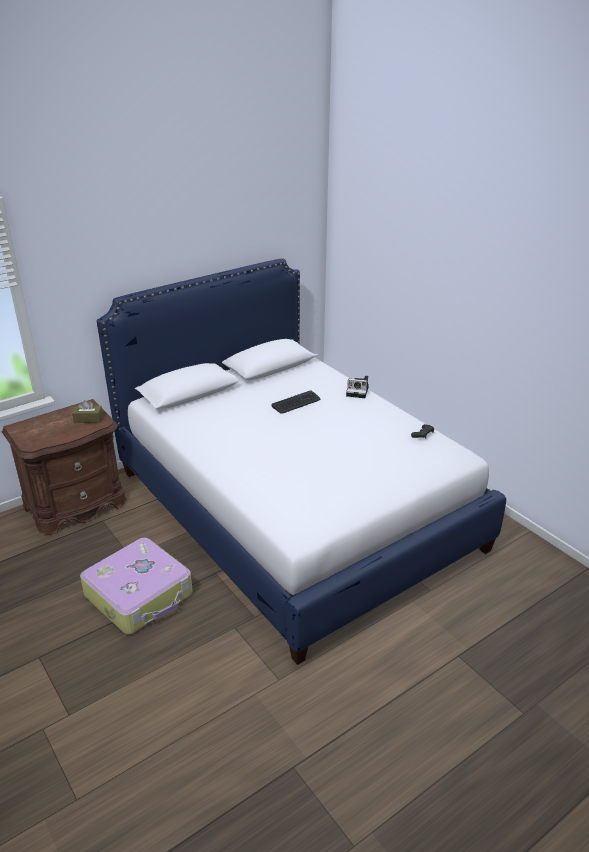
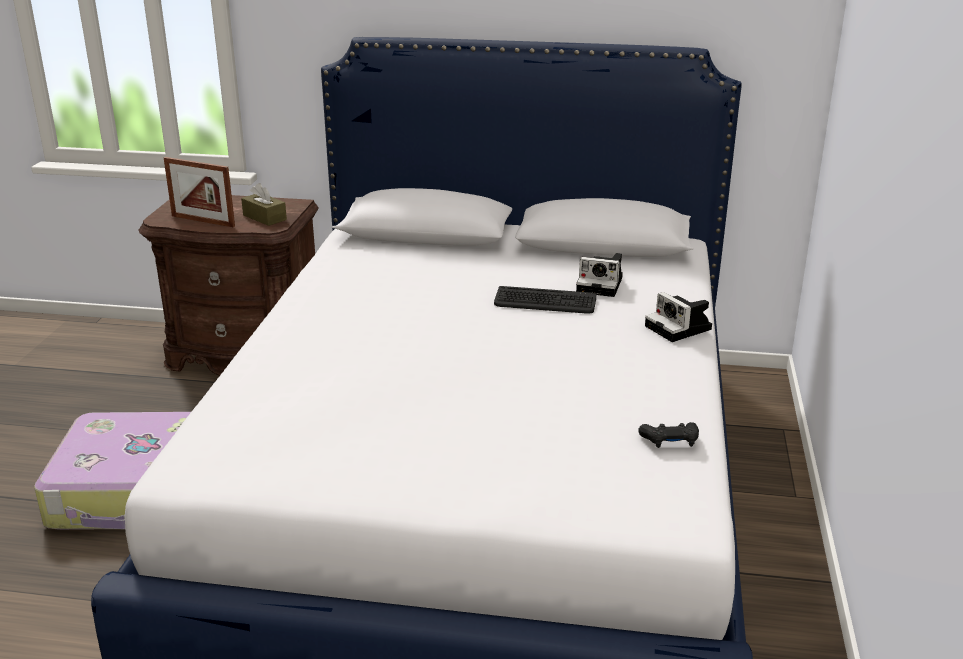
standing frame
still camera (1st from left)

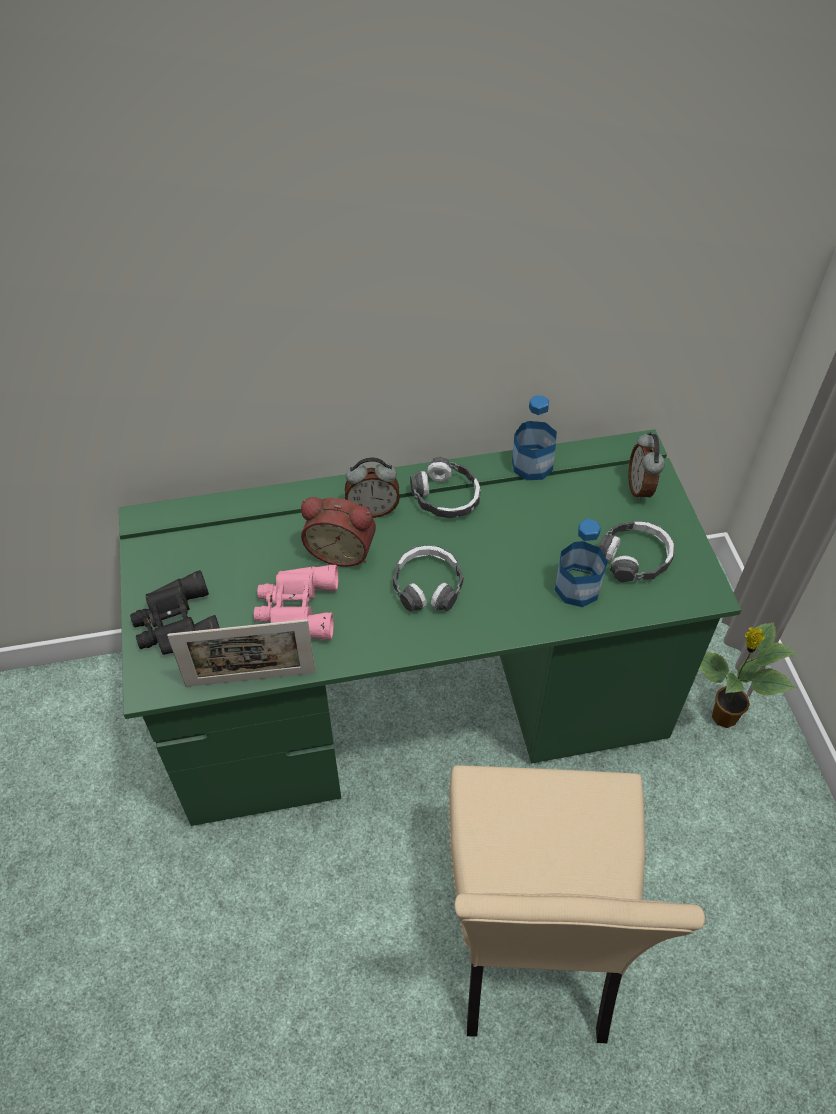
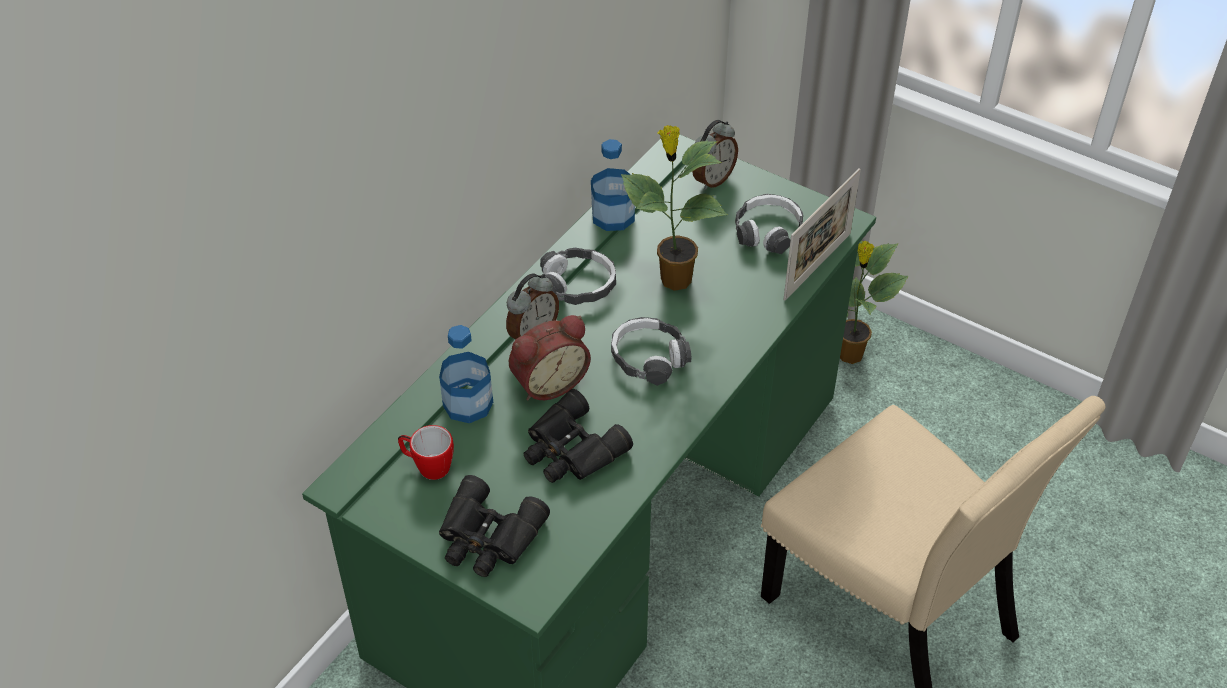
mug
beverage bottle (1st from left)
blackish binoculars (2nd from left)
potted plant (1st from left)
table clock (3rd from left)
standing frame

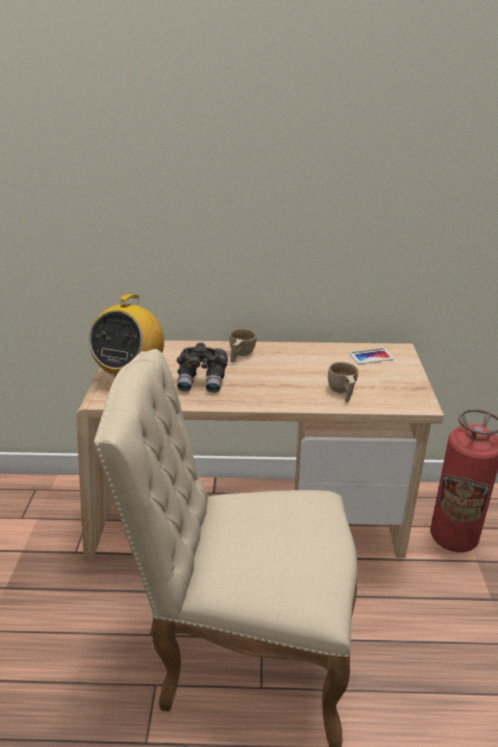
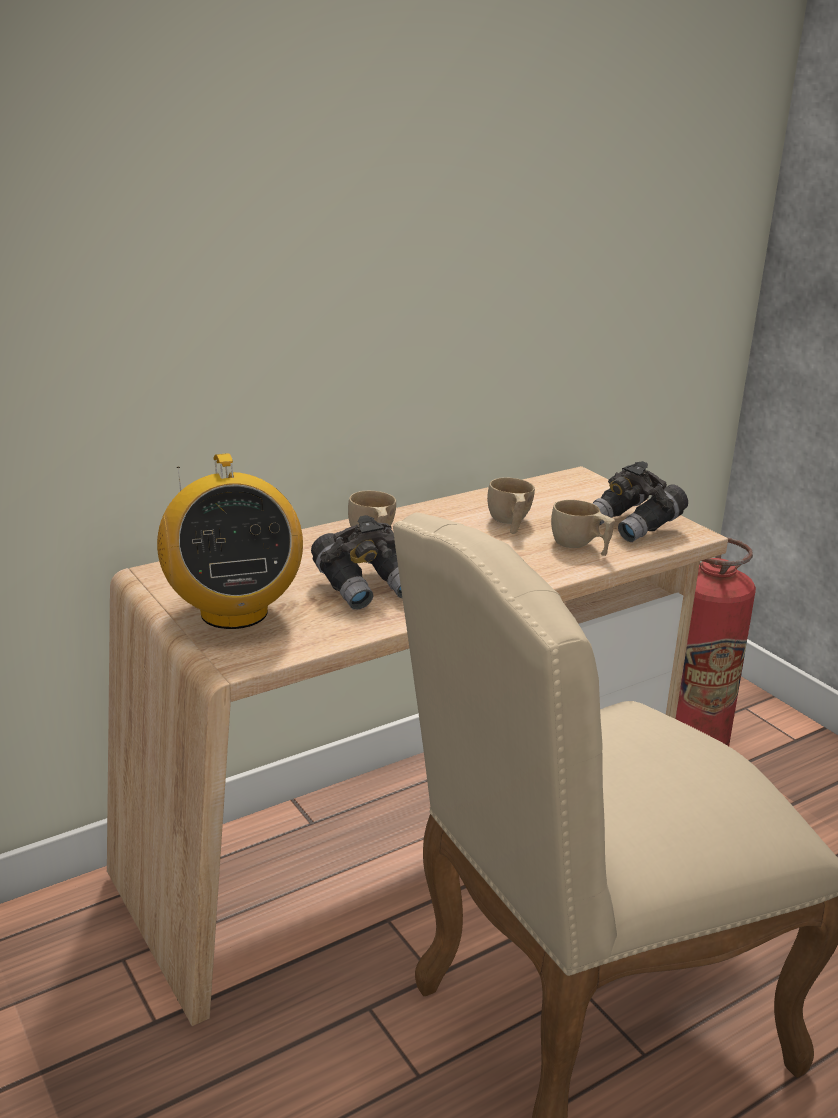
sand-coloured cup (2nd from left)
gray binoculars (2nd from left)
telephone

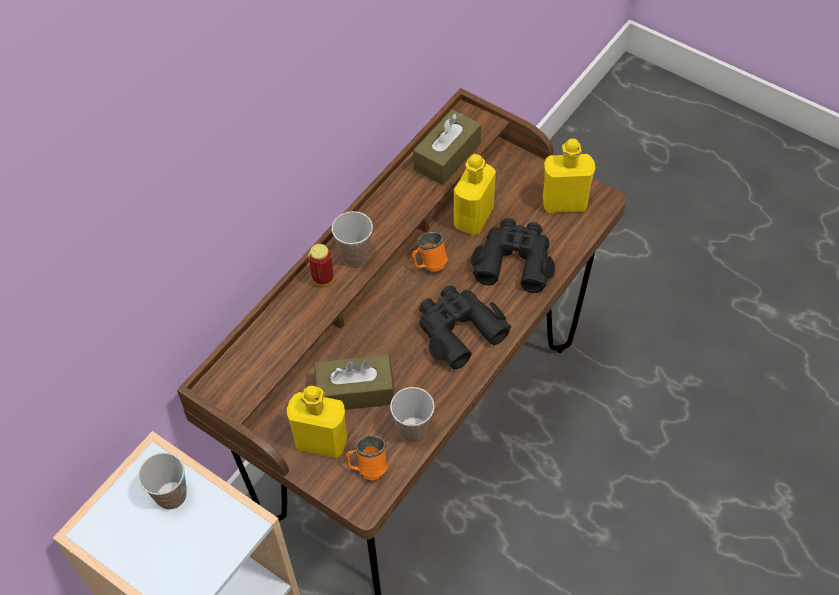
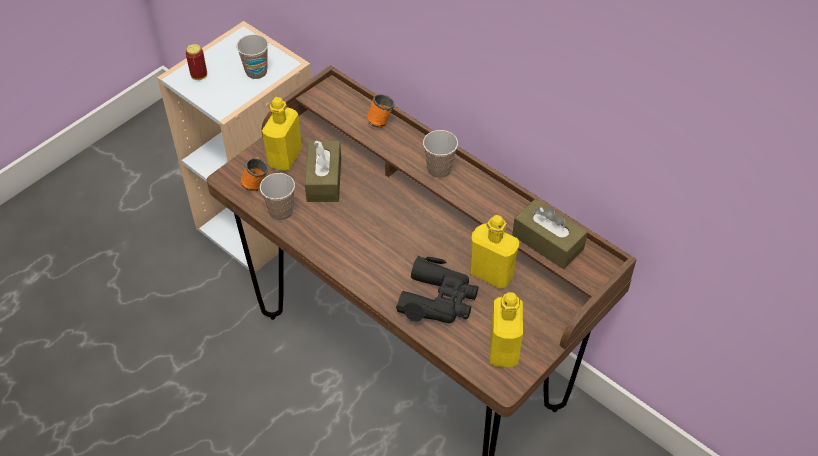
sealed can
orange mug (2nd from left)
blackish binoculars (1st from left in the first image)

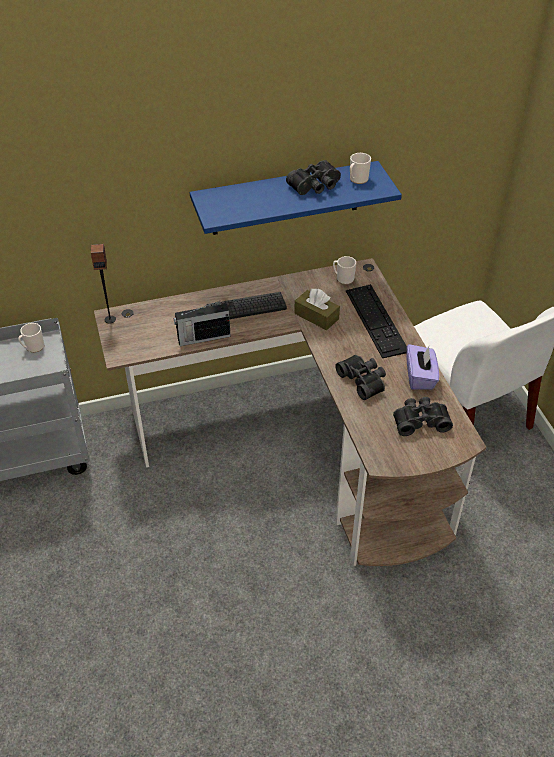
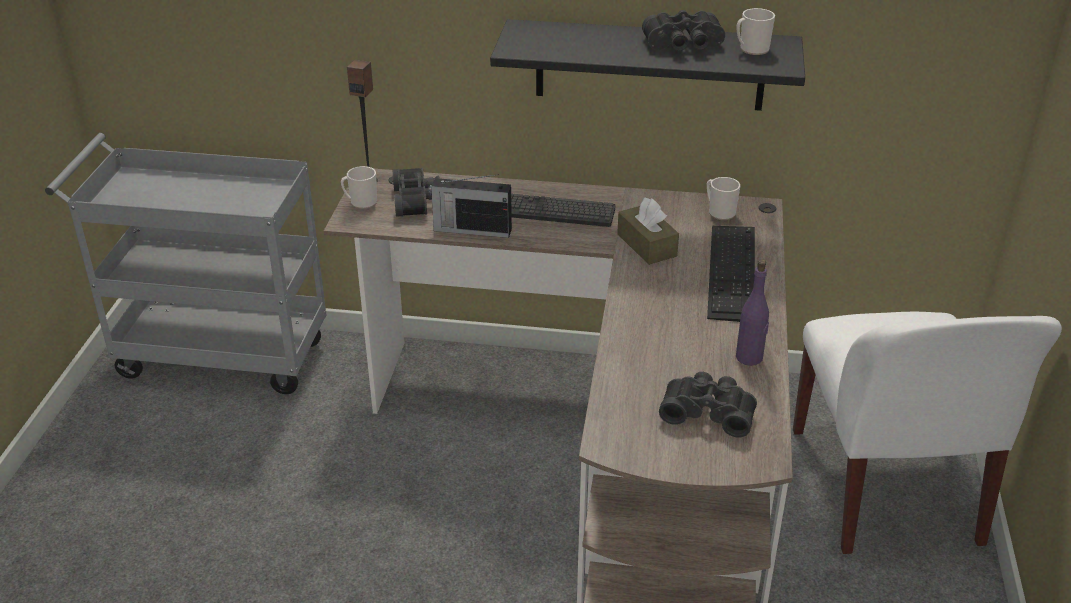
mug (1st from left)
blackish binoculars (1st from left)
blackish wall shelf
purplish beverage bottle

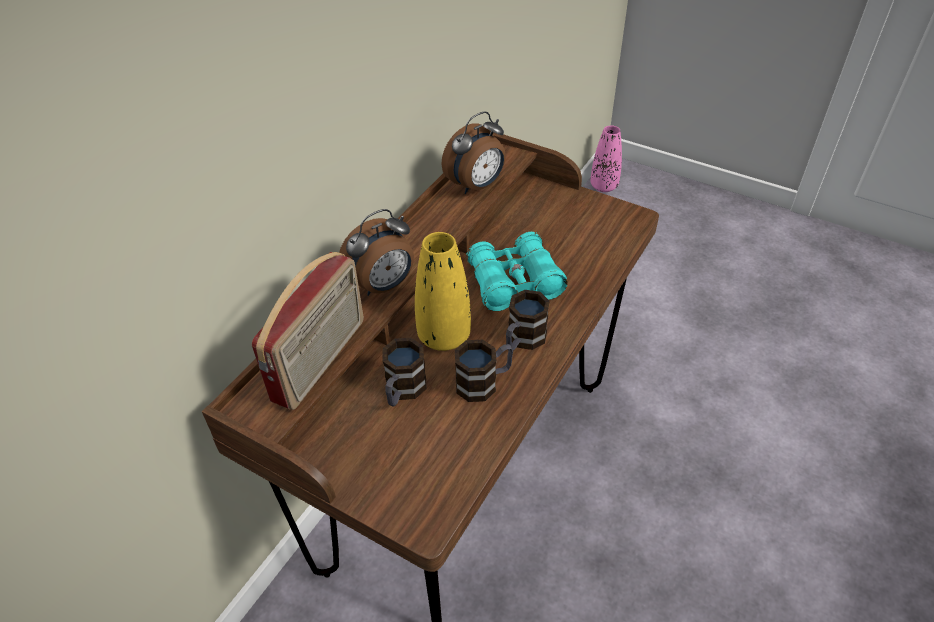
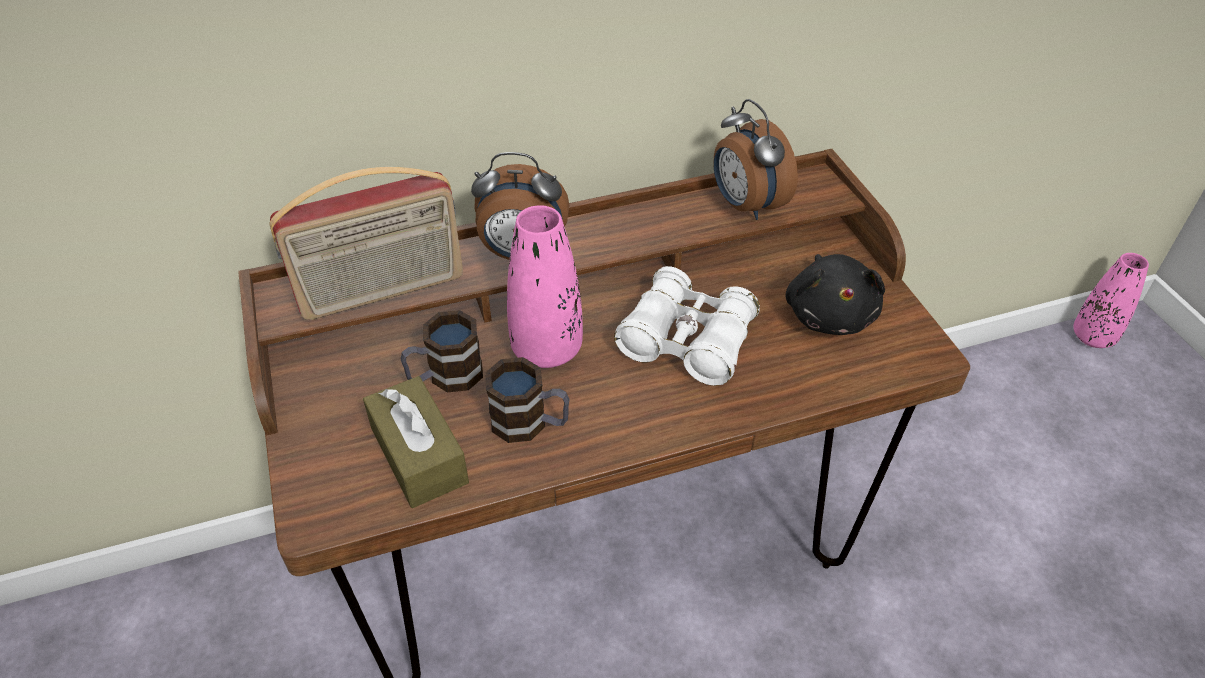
brownish box of tissues
pink-coloured decorative vase (1st from left)
white-coloured binoculars
table clock (2nd from left)
blackish cuddly toy
mug (3rd from left in the first image)

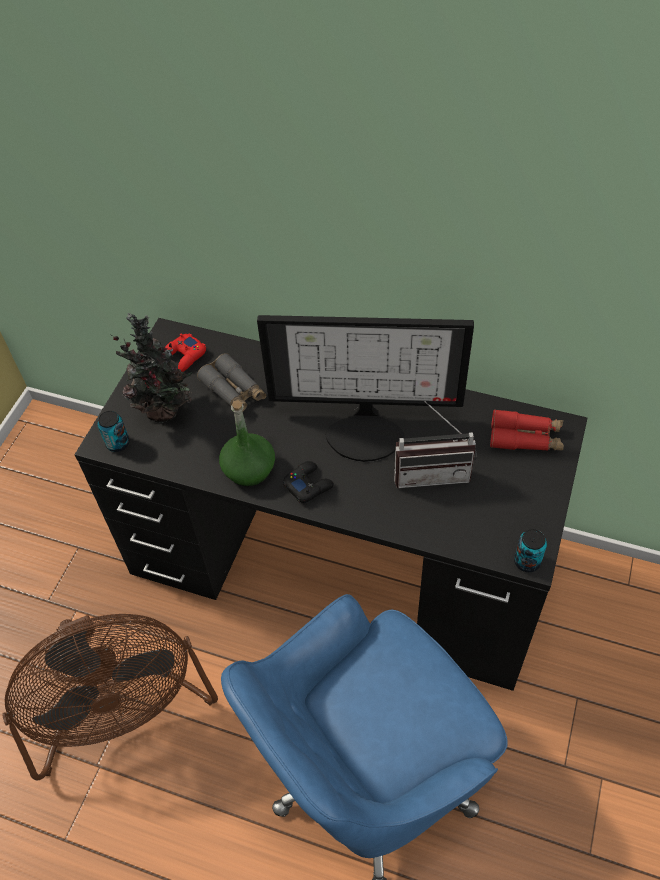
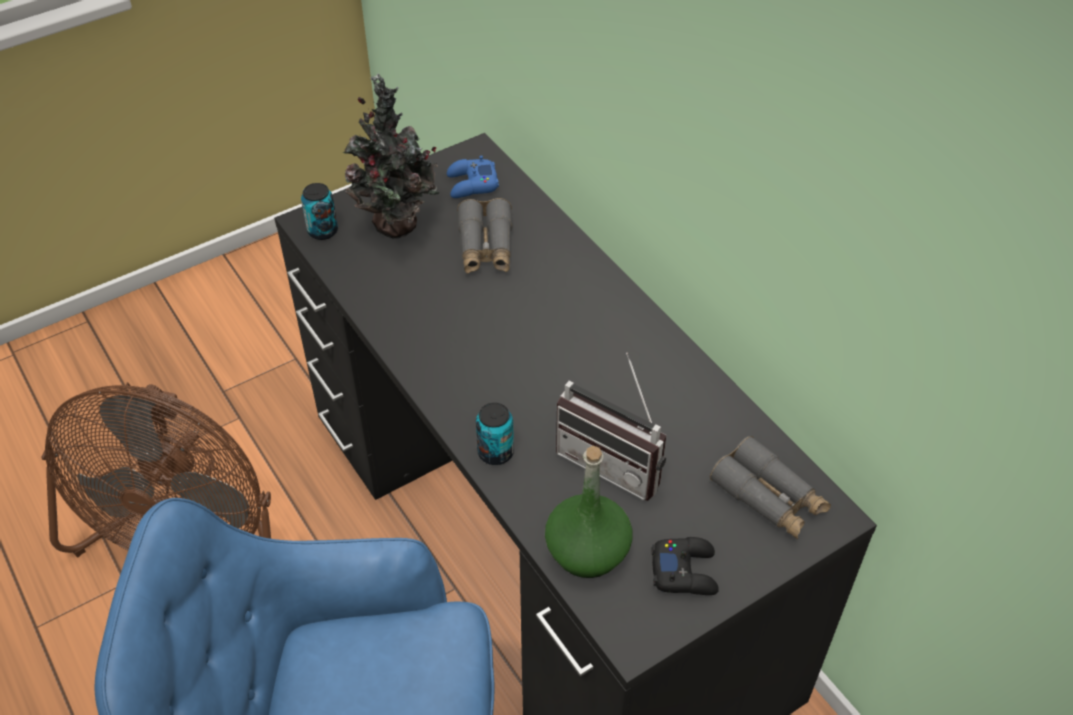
bluish game controller
sealed can (2nd from left)
greenish beverage bottle
blackish game controller
gray binoculars (2nd from left)
computer display

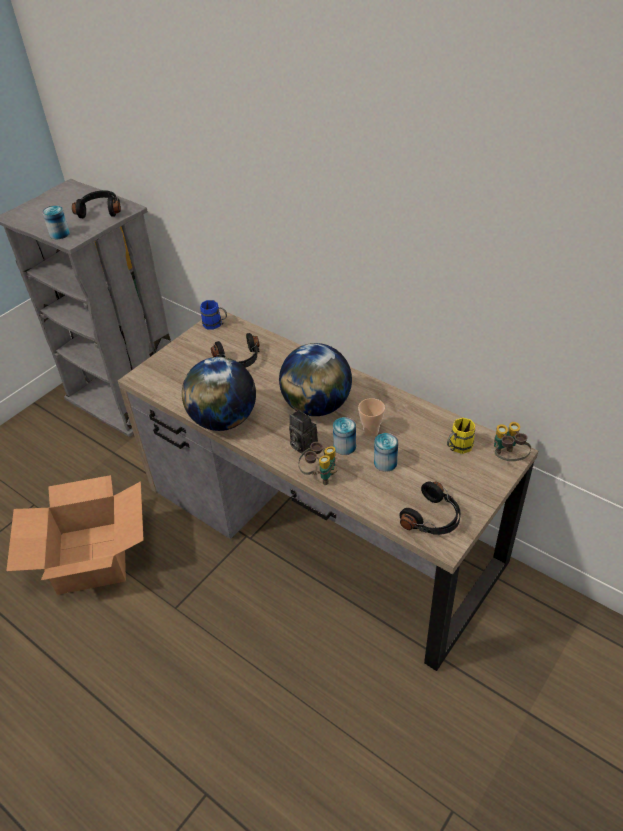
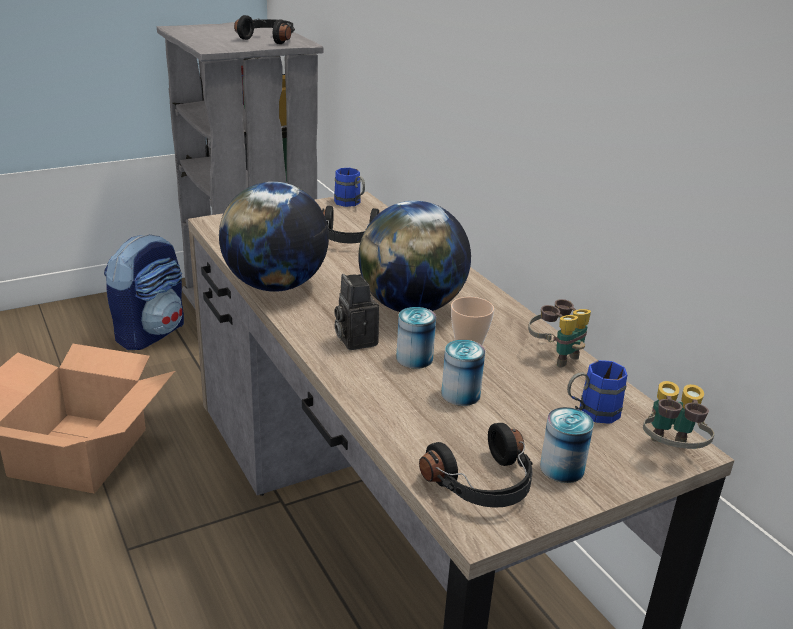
knapsack
binoculars (1st from left)
sealed can (3rd from left)
bluish mug (2nd from left)

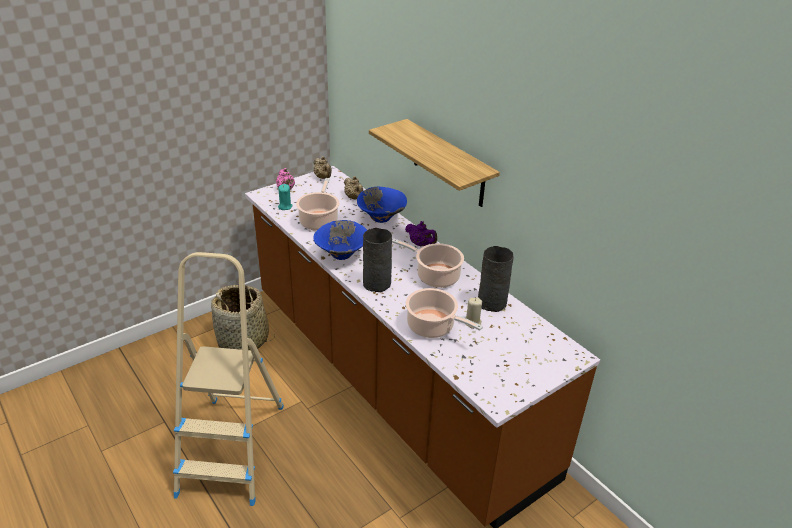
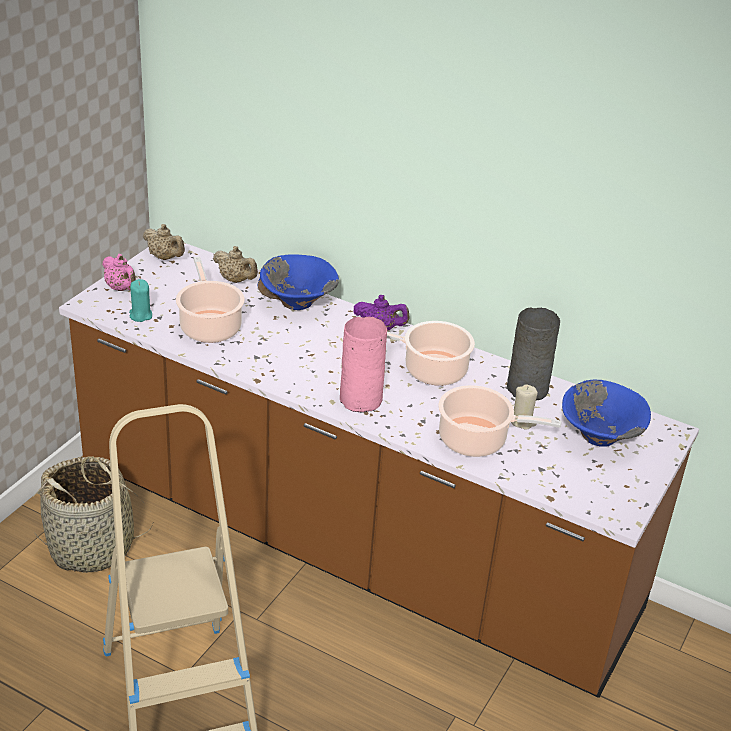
pink-coloured decorative vase
bluish deep dish (2nd from left)
wall shelf

